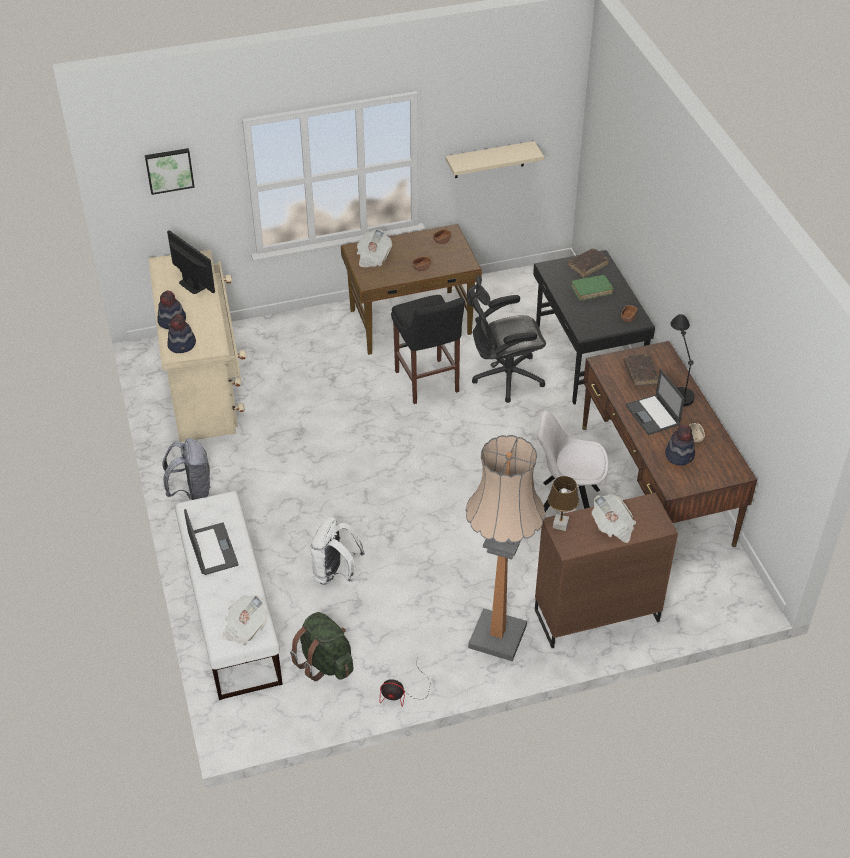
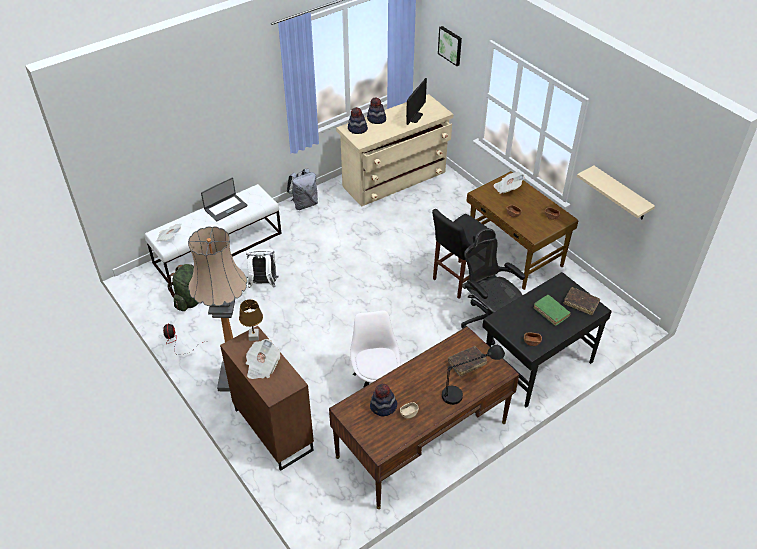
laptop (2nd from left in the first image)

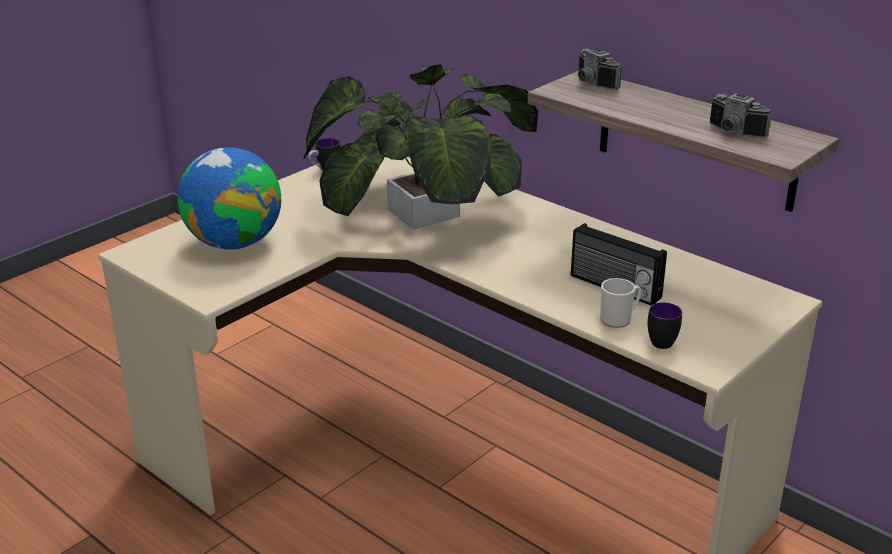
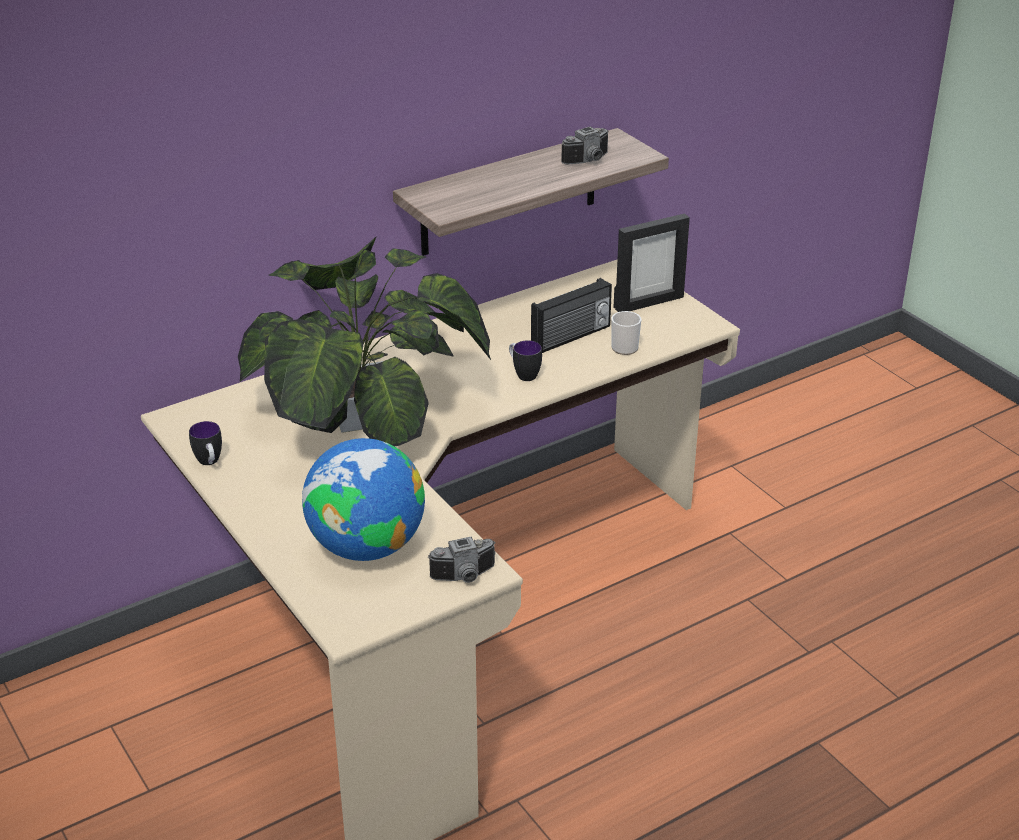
still camera (1st from left)
mug (2nd from left)
standing frame

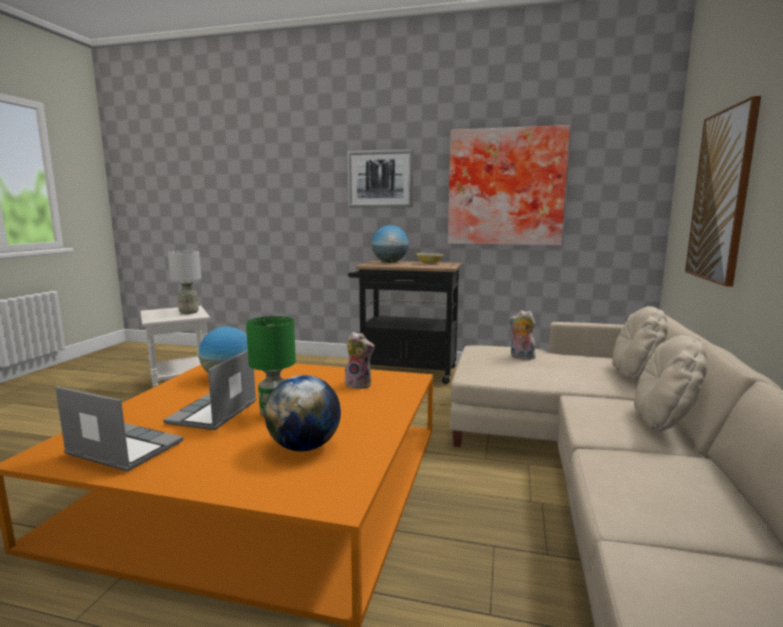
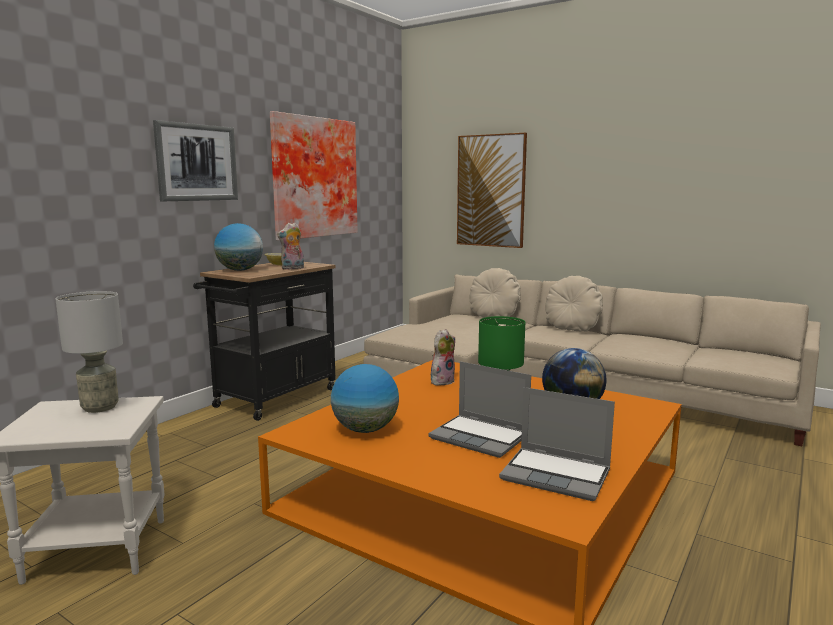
cuddly toy (1st from left)
laptop (2nd from left)

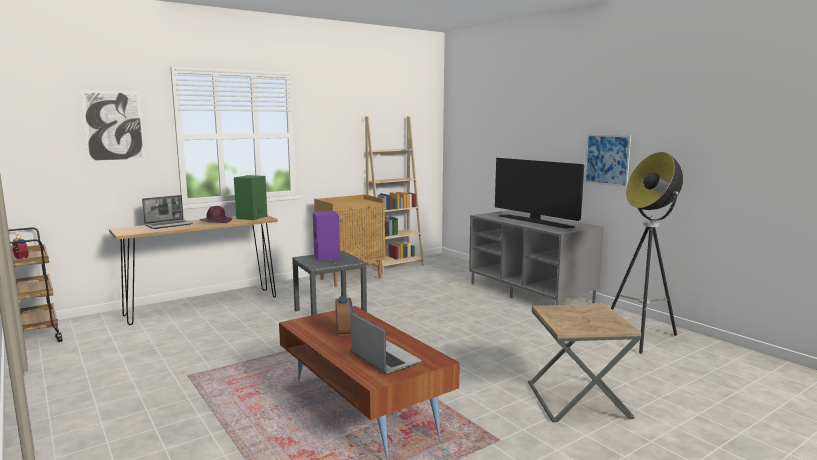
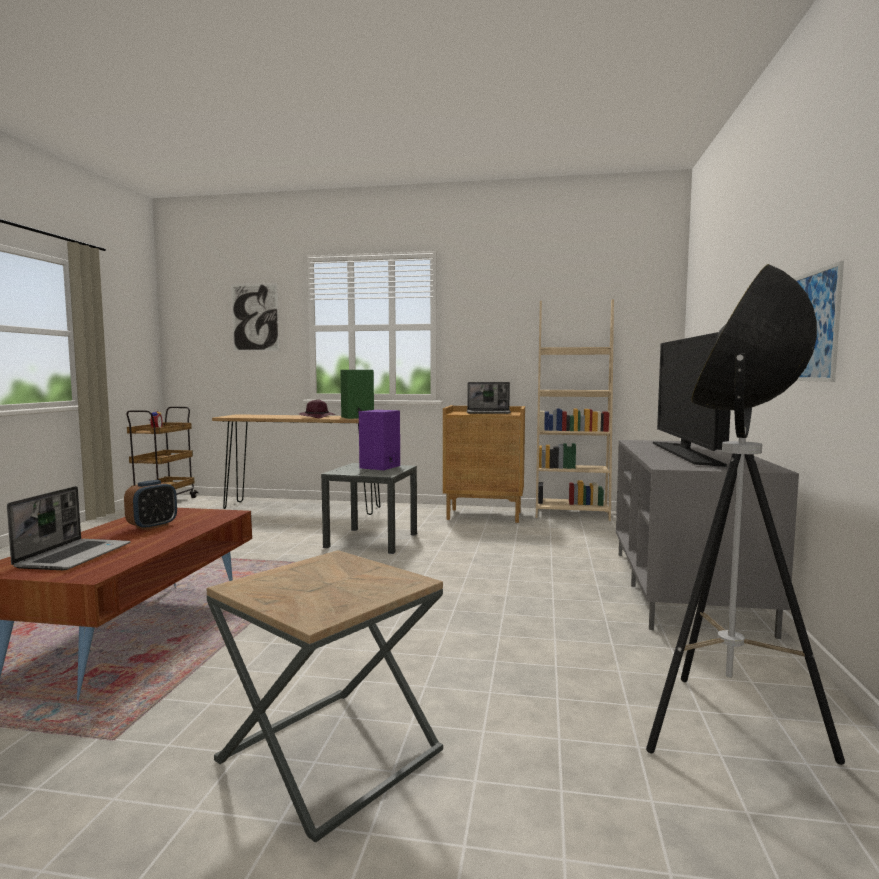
laptop (2nd from left)

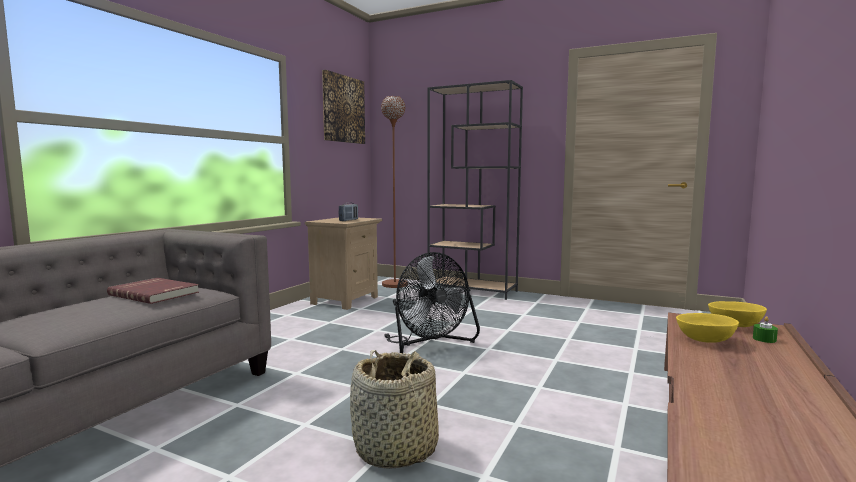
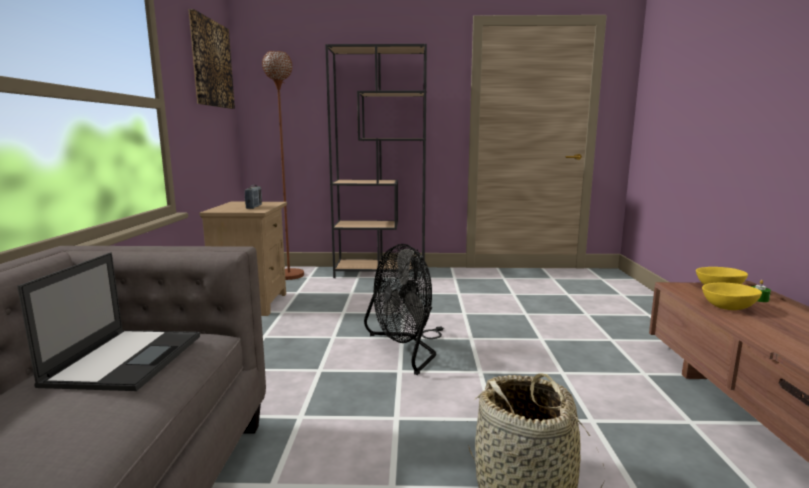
laptop
blackish cooling fan

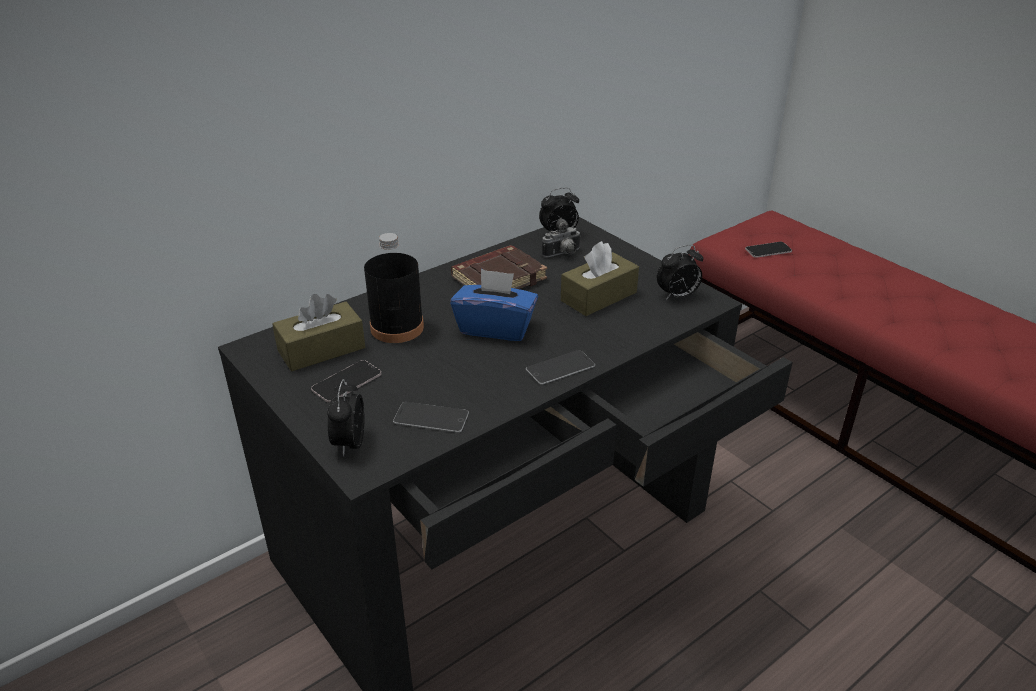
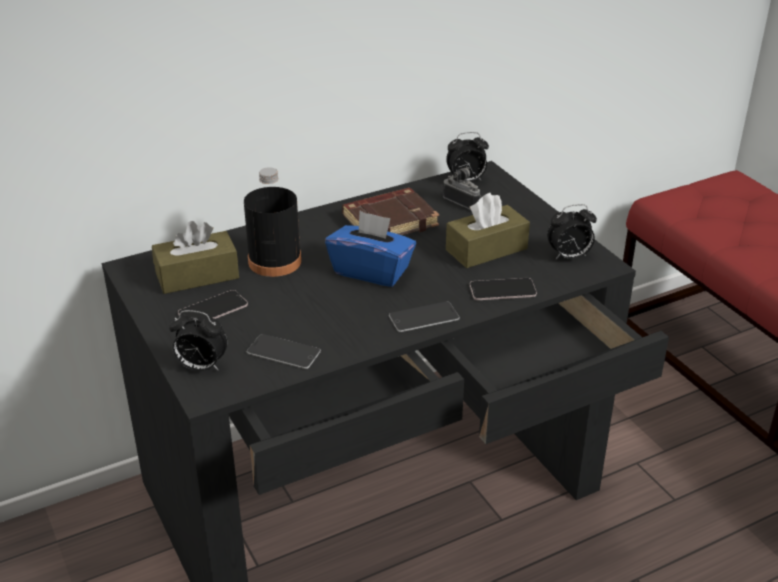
table clock (1st from left)
still camera
telephone (4th from left)

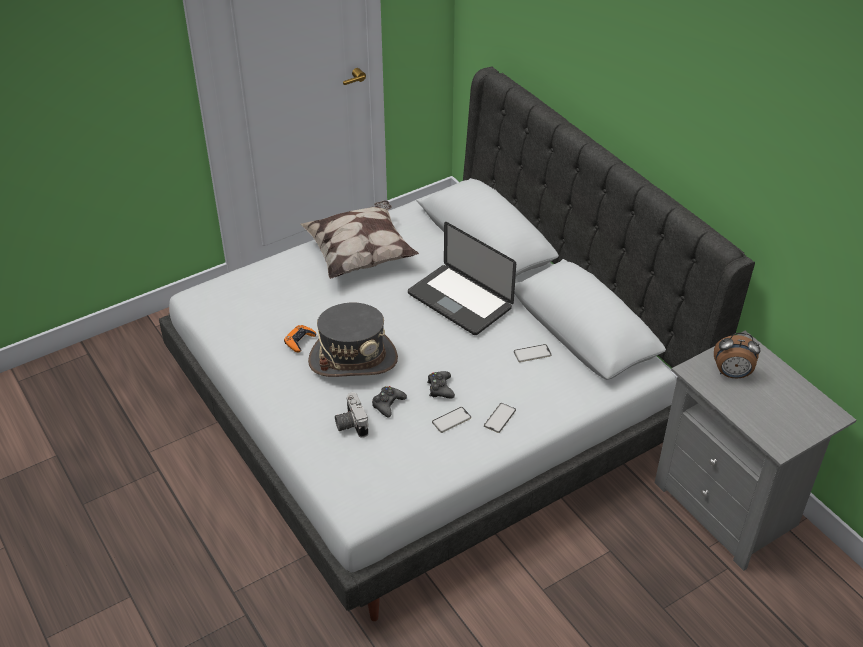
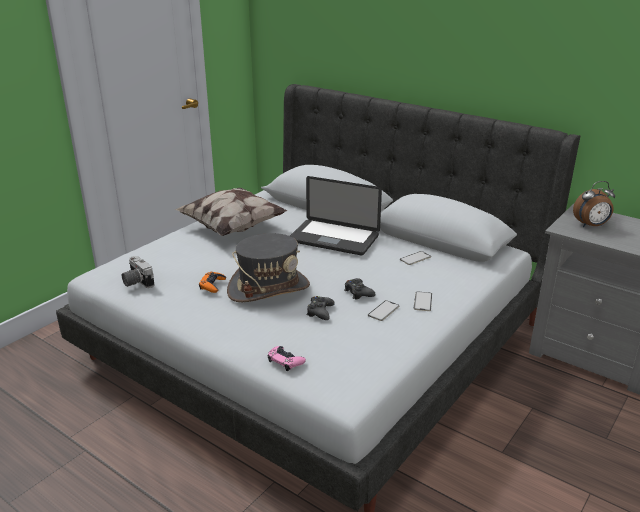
still camera
pink-coloured game controller

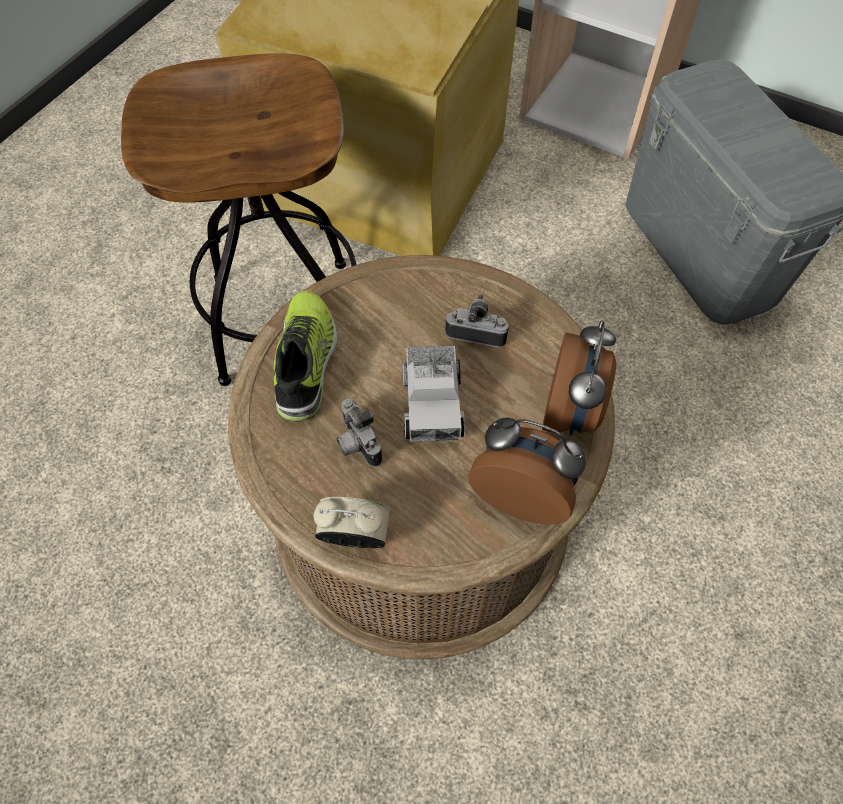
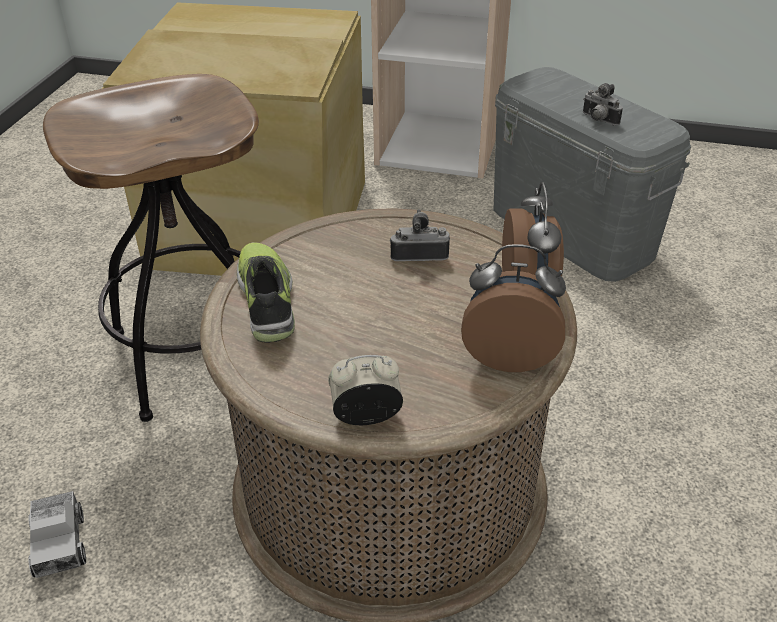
toy lorry
still camera (2nd from left)

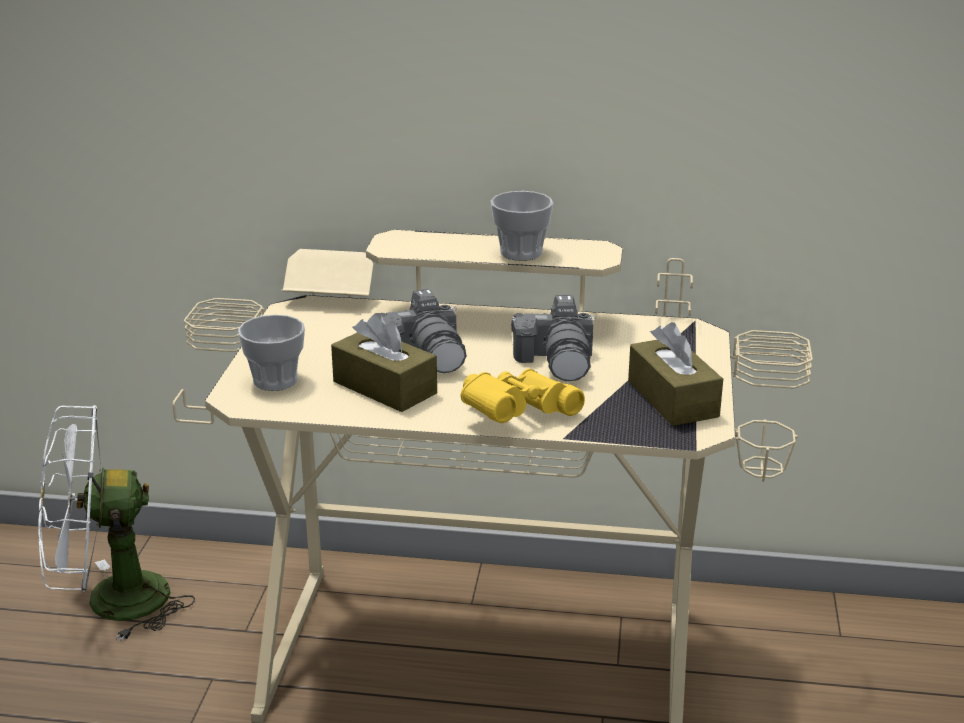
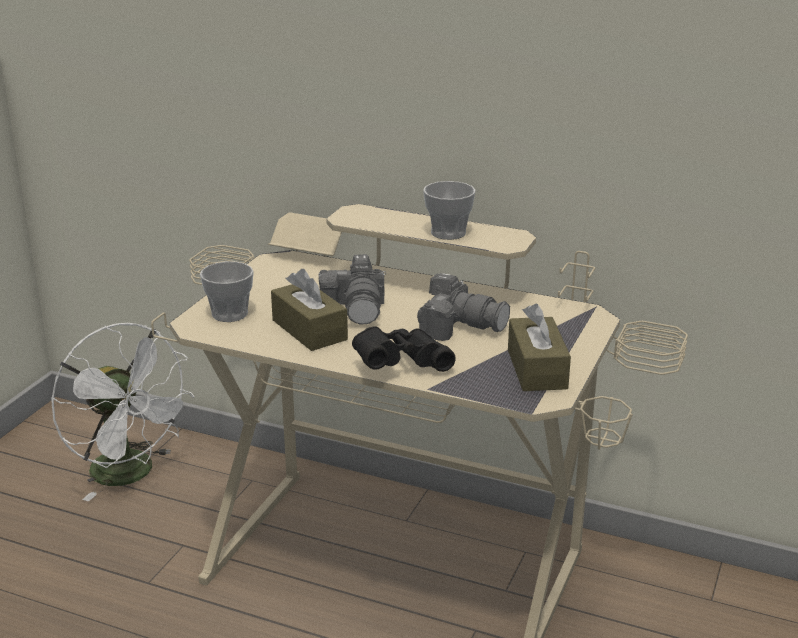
white-coloured cooling fan
blackish binoculars
still camera (2nd from left)

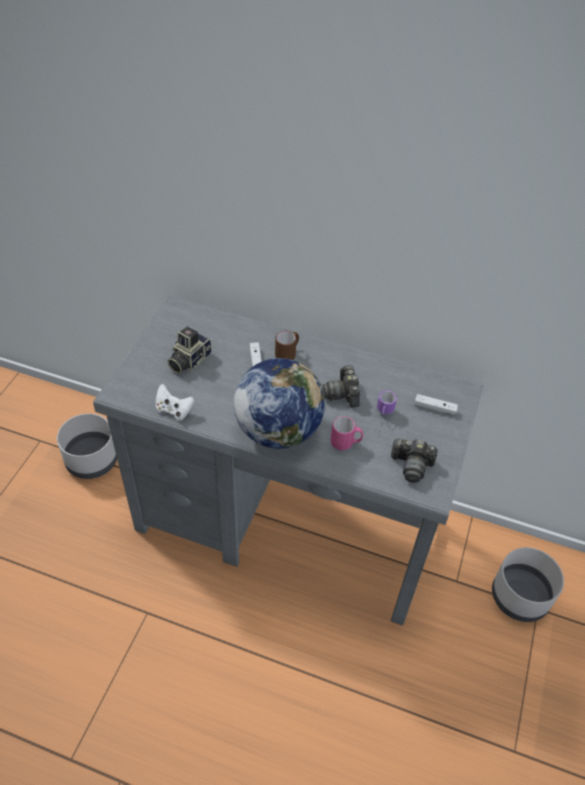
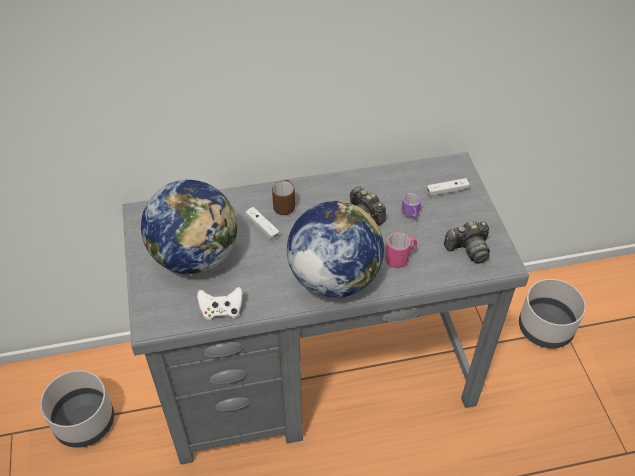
globe (1st from left)

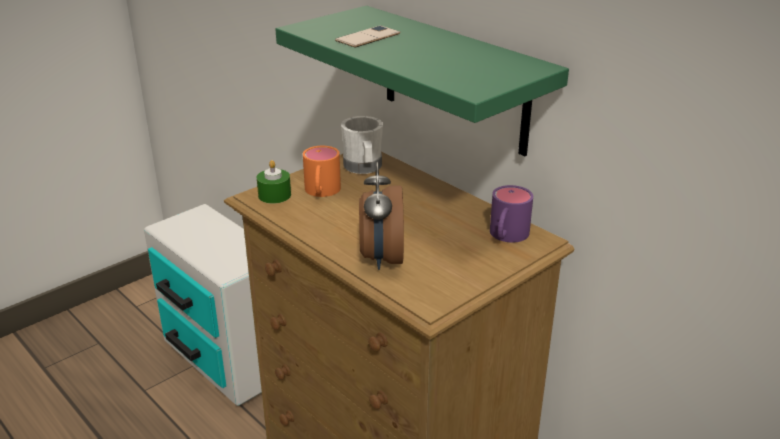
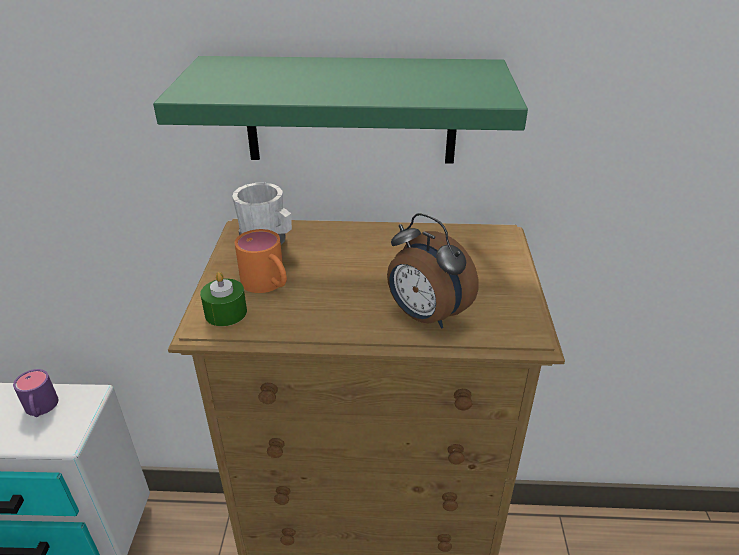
purplish mug
telephone

